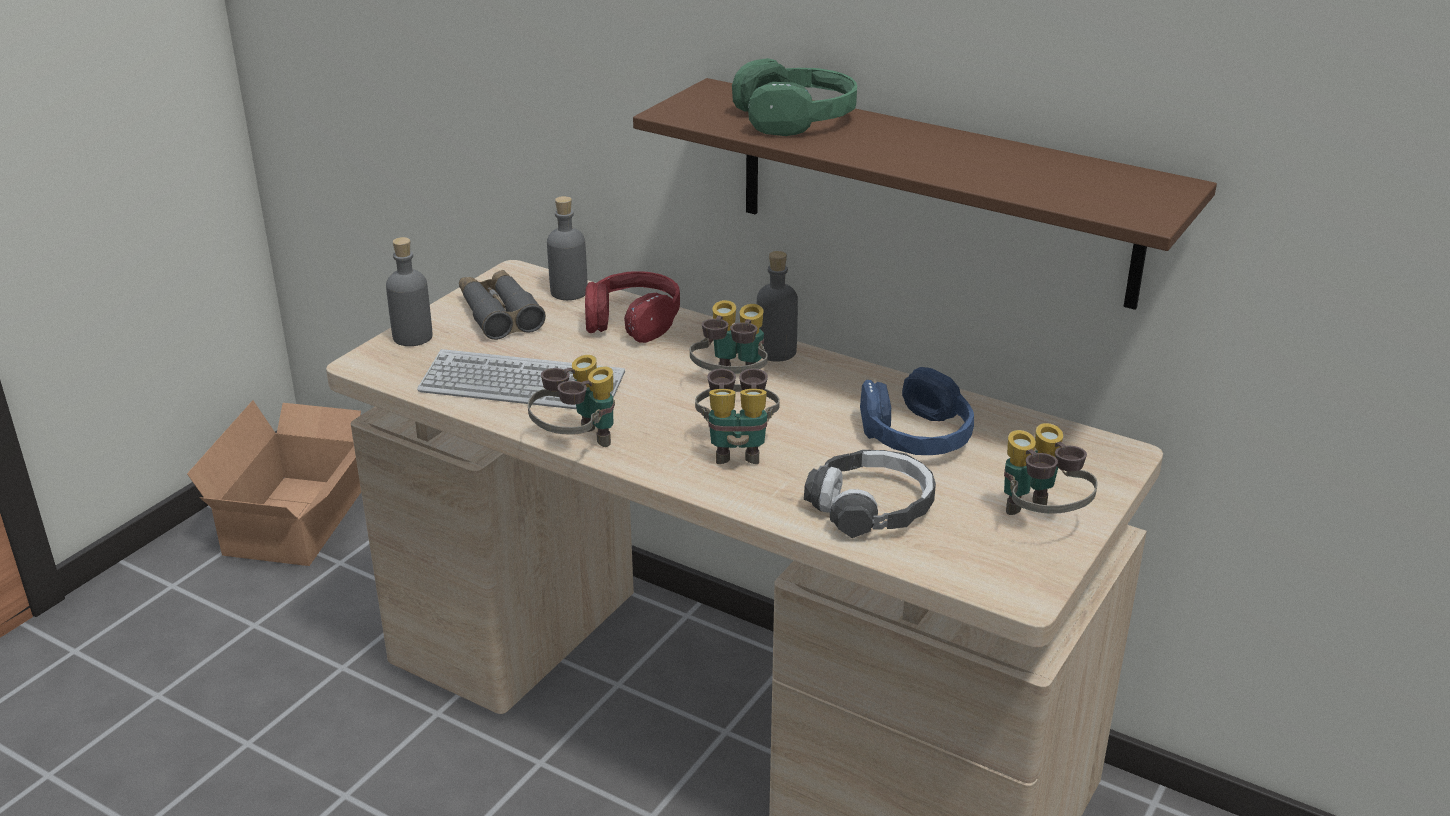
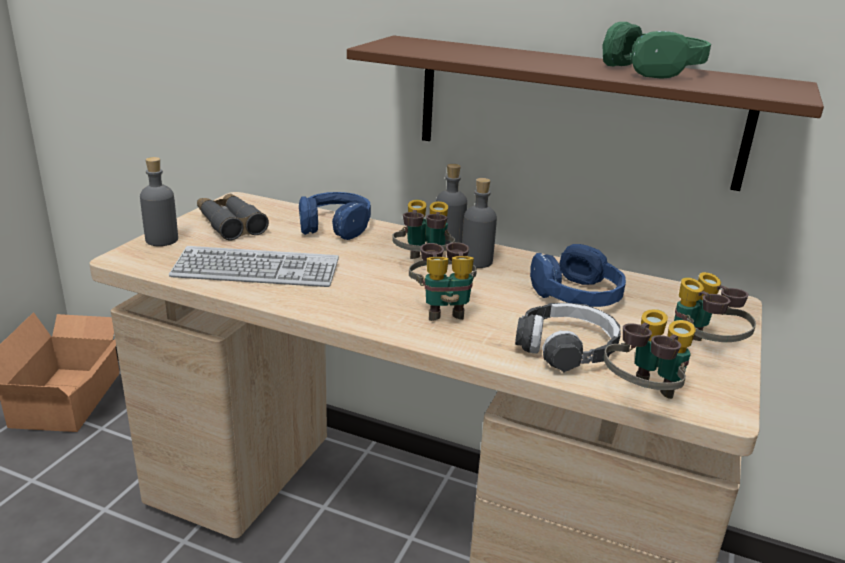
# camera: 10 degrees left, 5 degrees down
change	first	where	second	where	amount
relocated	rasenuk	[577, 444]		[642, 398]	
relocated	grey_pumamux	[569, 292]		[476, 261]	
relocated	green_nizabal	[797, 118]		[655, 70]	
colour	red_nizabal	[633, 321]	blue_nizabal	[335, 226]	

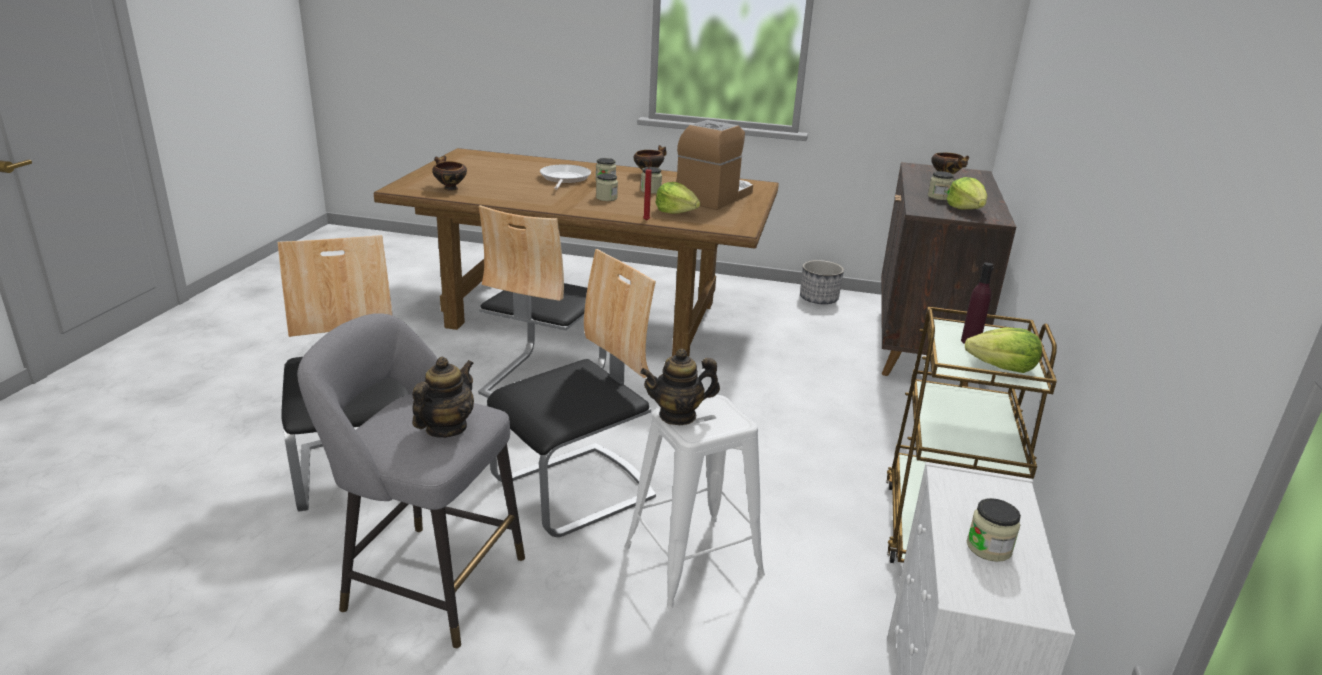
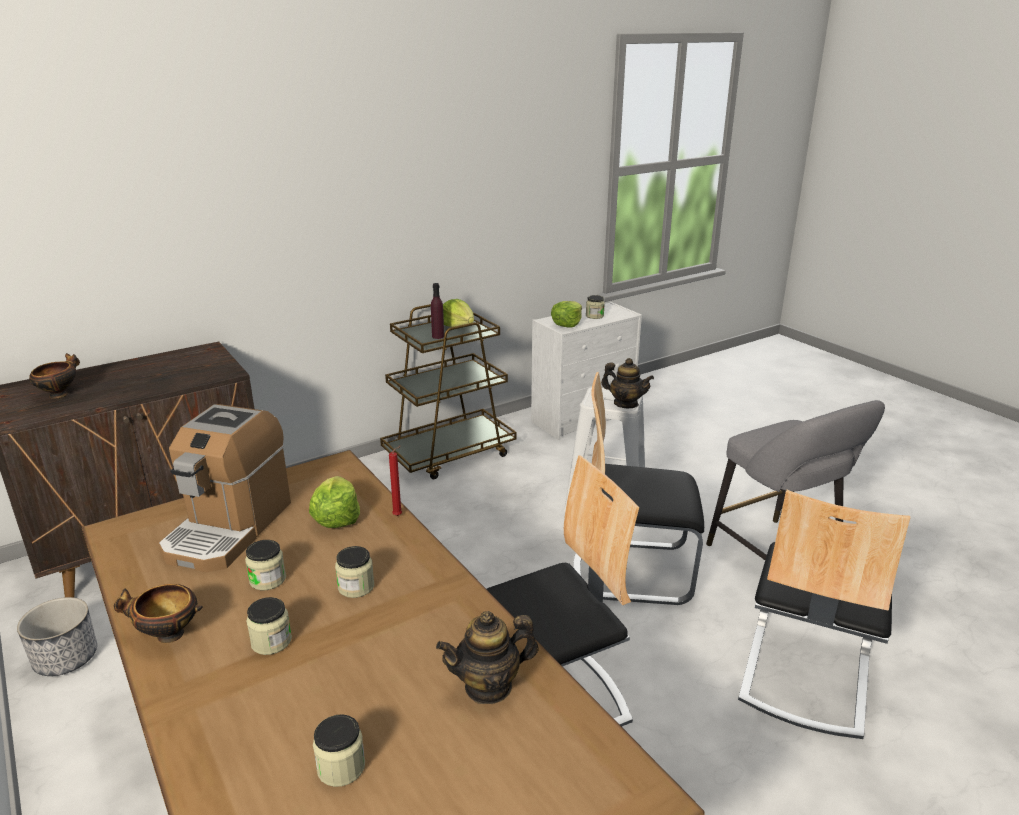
# camera: 135 degrees left, 0 degrees up
change	first	where	second	where	amount
missing	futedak	[449, 188]			
missing	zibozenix	[564, 179]			
relocated	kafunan	[446, 428]		[489, 686]	
relocated	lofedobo	[938, 197]		[341, 767]	
relocated	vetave	[966, 209]		[567, 324]	
spun	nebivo	[714, 196]		[229, 528]	60 degrees counterclockwise

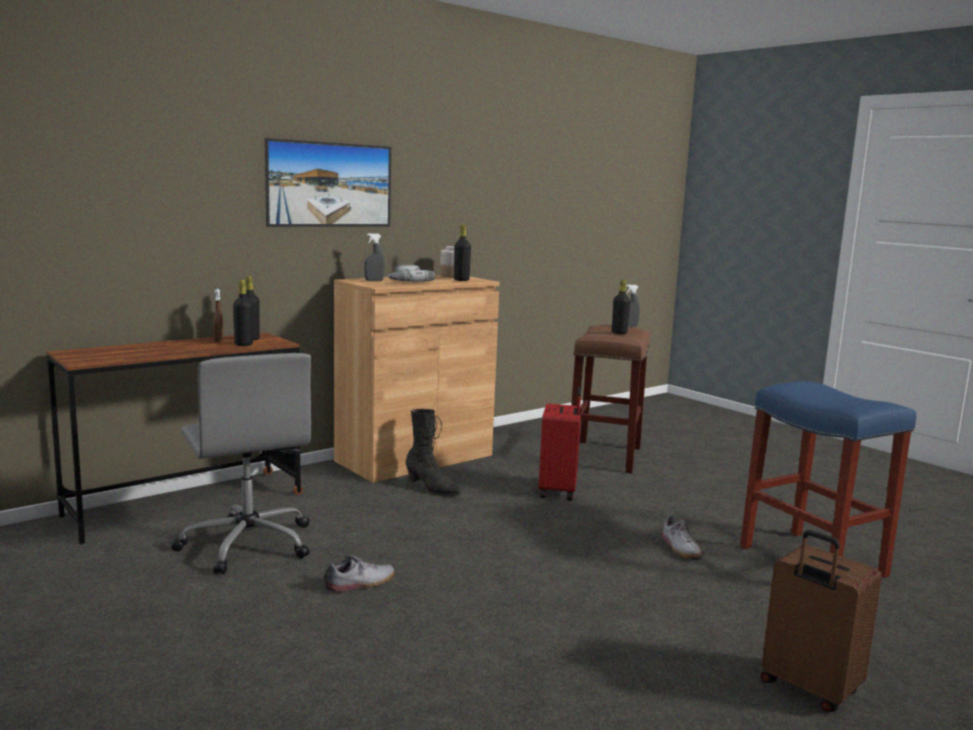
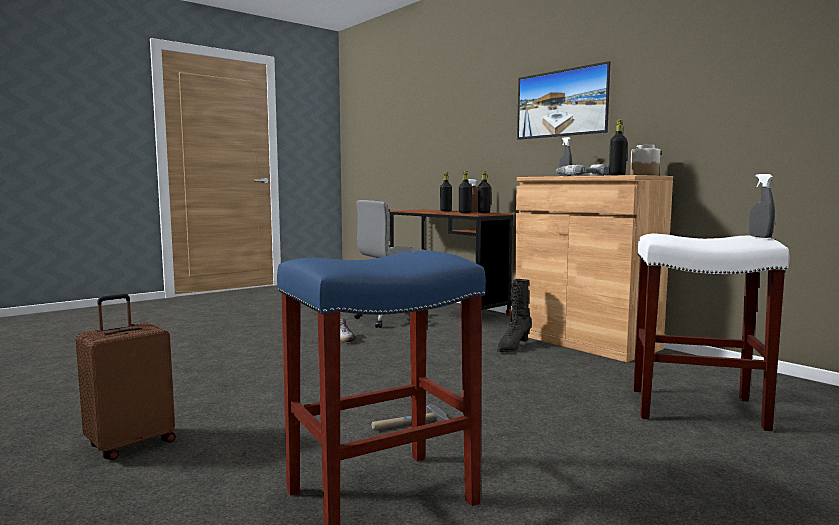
# camera: 90 degrees right, 5 degrees down
change	first	where	second	where	amount
missing	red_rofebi	[559, 491]			
relocated	black_pumamux	[619, 333]		[445, 211]	
exchanged	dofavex	[681, 548]	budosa	[409, 424]	
colour	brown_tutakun	[605, 457]	white_tutakun	[694, 408]	

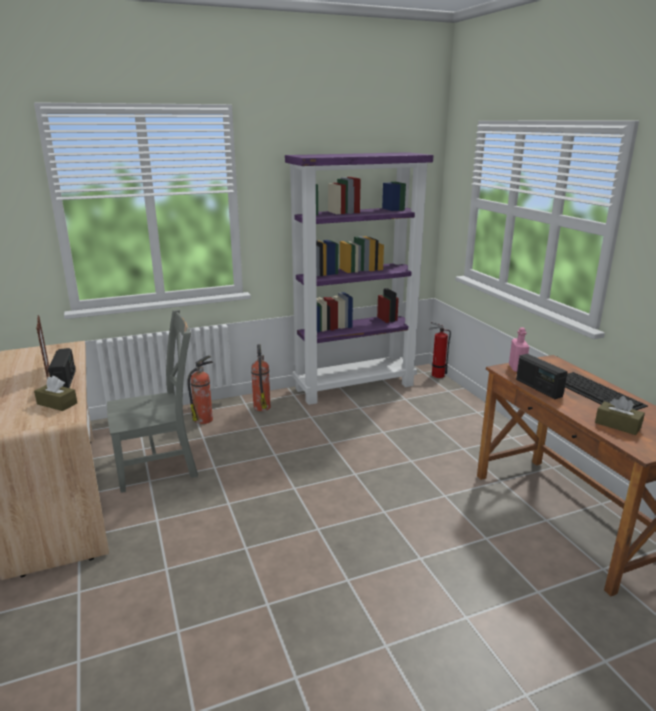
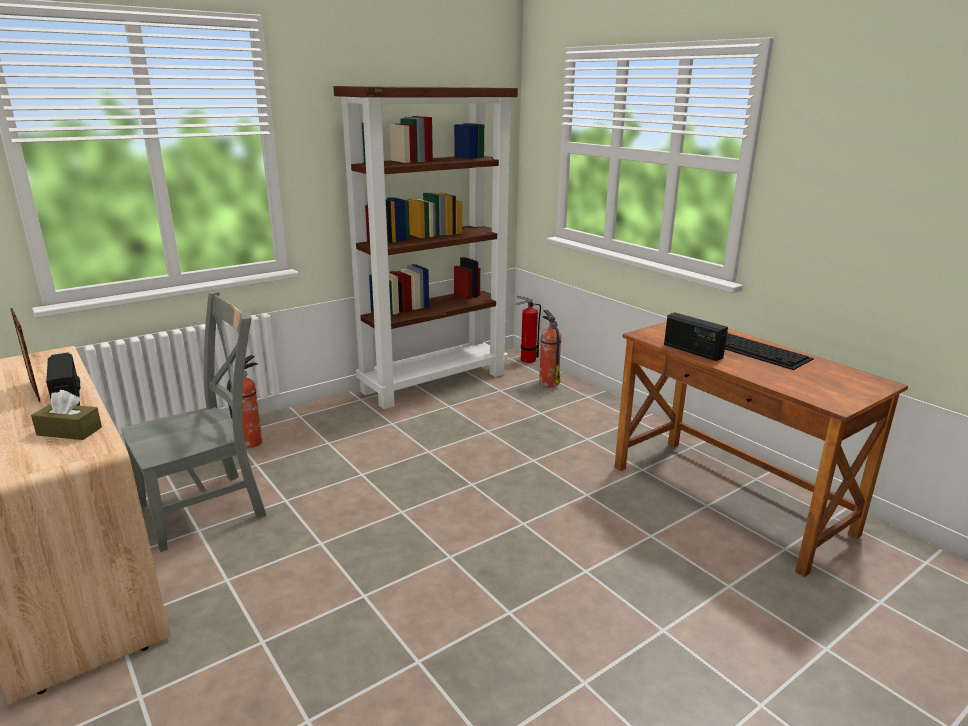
# camera: 15 degrees left, 0 degrees up
change	first	where	second	where	amount
missing	pink_pumamux	[517, 368]			
missing	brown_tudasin	[617, 425]			
relocated	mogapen	[261, 406]		[548, 383]	
colour	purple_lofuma	[355, 386]	brown_lofuma	[434, 382]	

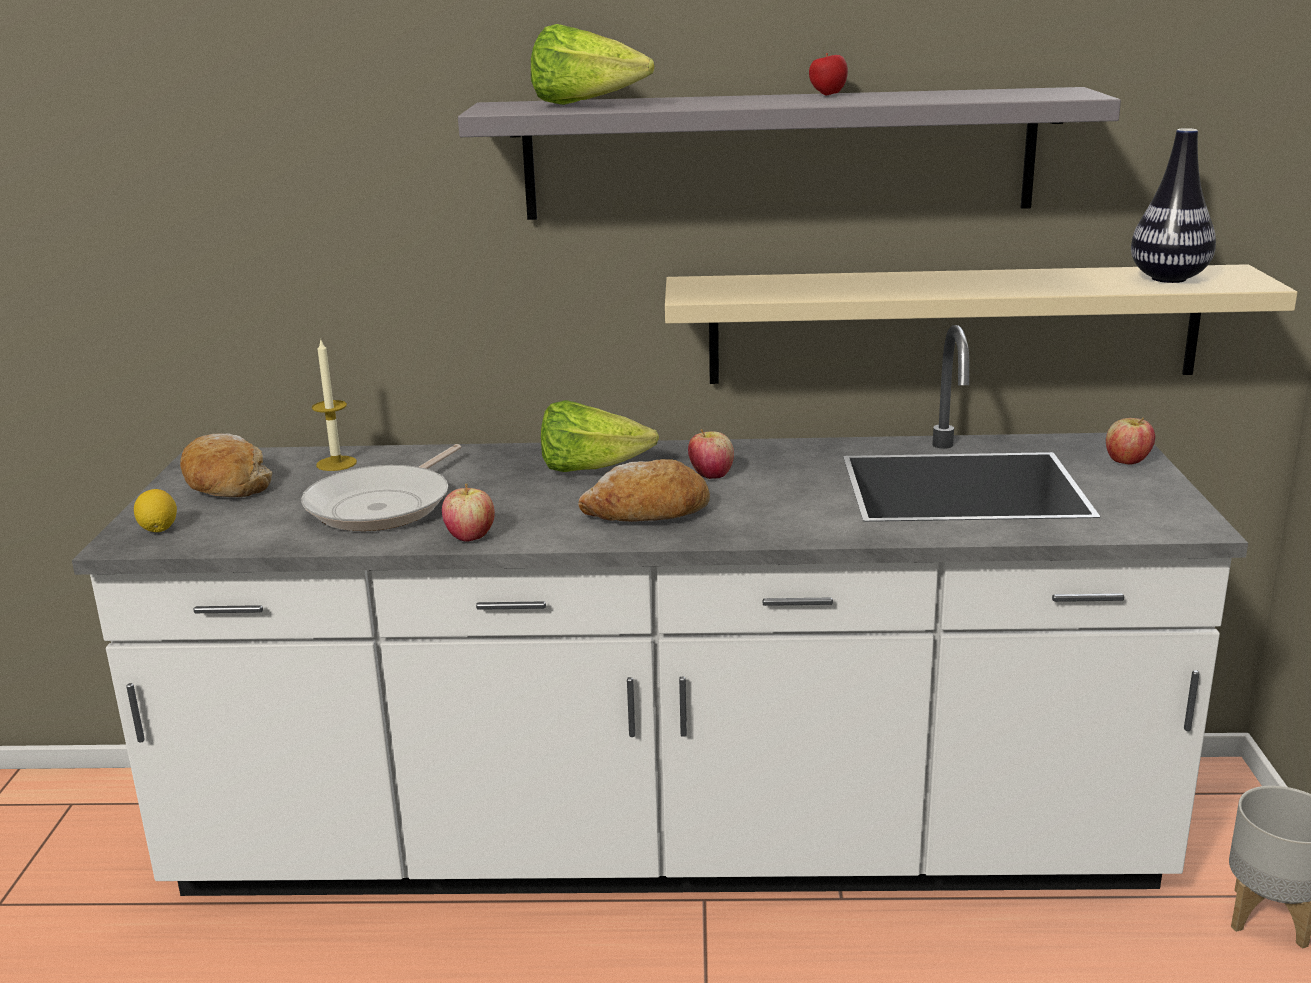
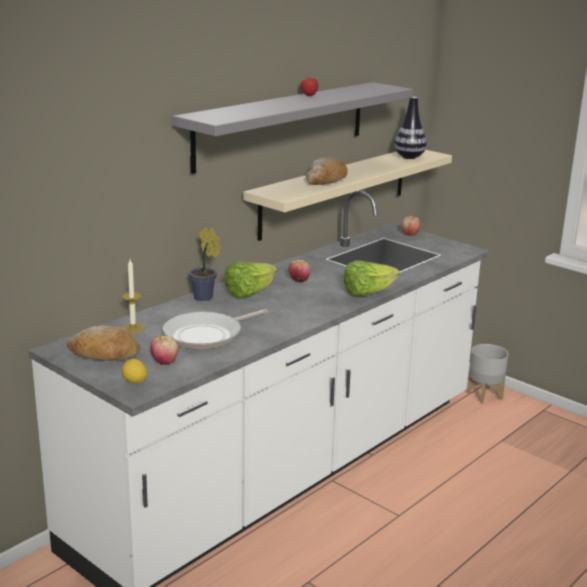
# camera: 50 degrees left, 0 degrees up
change	first	where	second	where	amount
appeared			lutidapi	[205, 298]	
relocated	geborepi	[470, 536]		[164, 361]	
relocated	vetave	[585, 105]		[367, 293]	
relocated	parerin	[647, 513]		[325, 181]	
spun	zibozenix	[384, 505]		[207, 335]	75 degrees clockwise

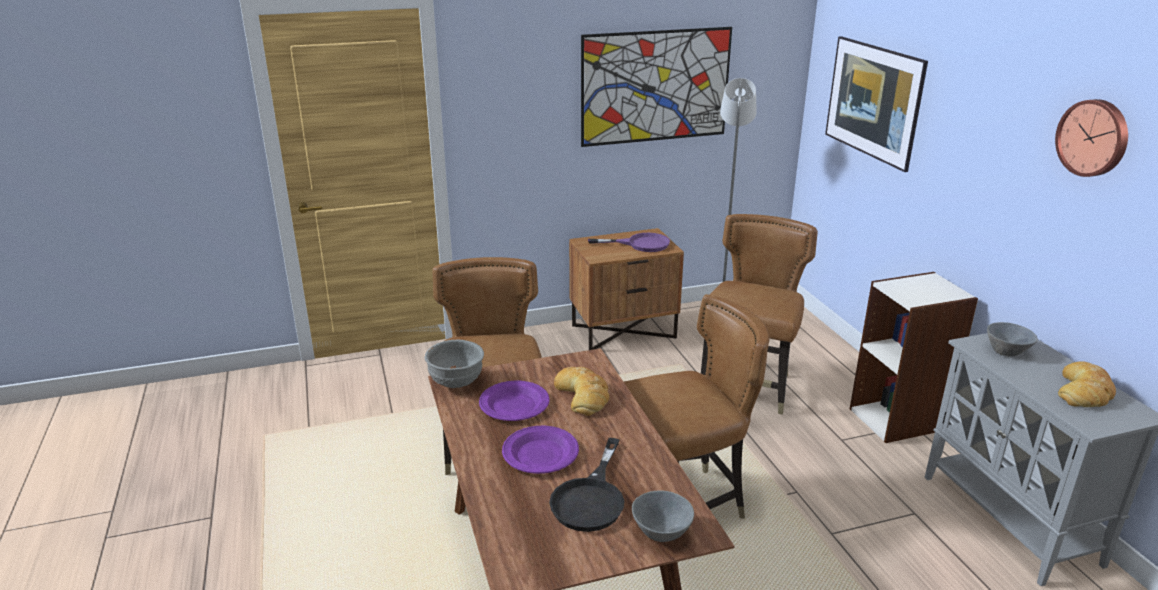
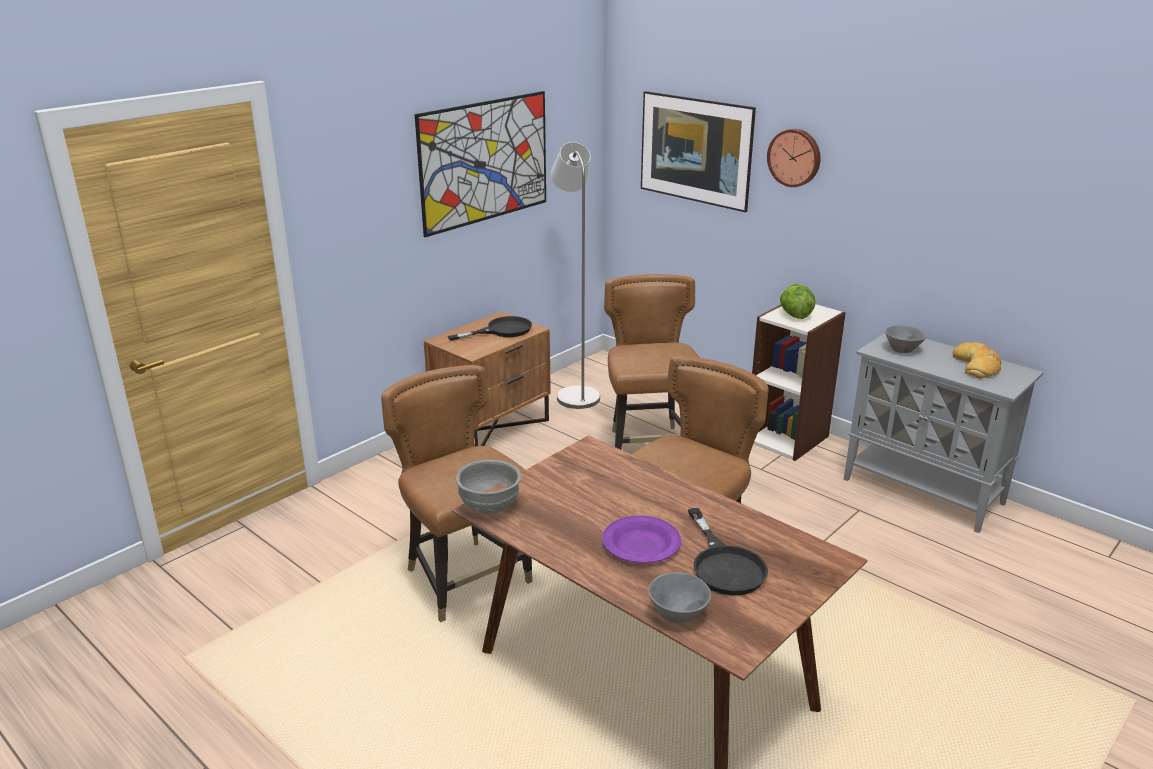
# camera: 30 degrees left, 0 degrees up
change	first	where	second	where	amount
missing	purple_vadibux	[515, 405]			
missing	parerin	[583, 395]			
appeared			vetave	[794, 315]	
relocated	grey_futedak	[661, 534]		[678, 615]	
relocated	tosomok	[1094, 138]		[795, 157]	
colour	purple_zibozenix	[640, 244]	black_zibozenix	[501, 330]	

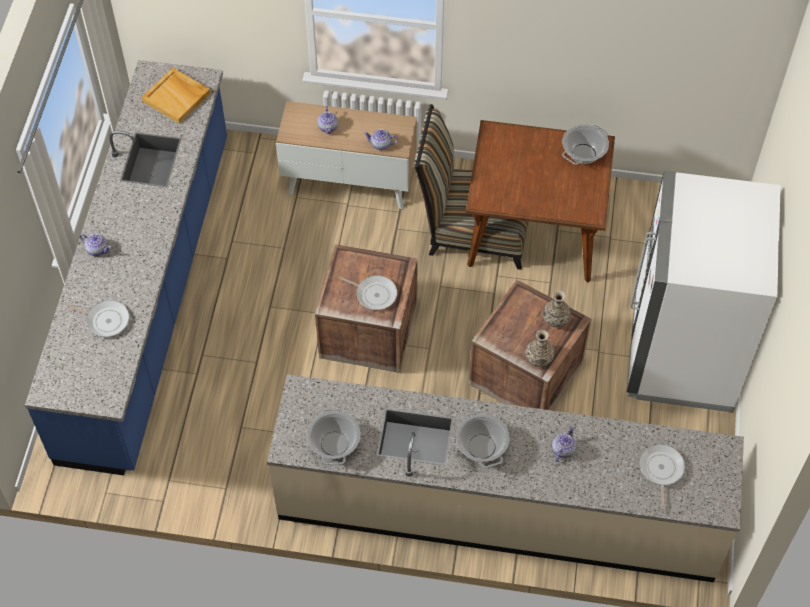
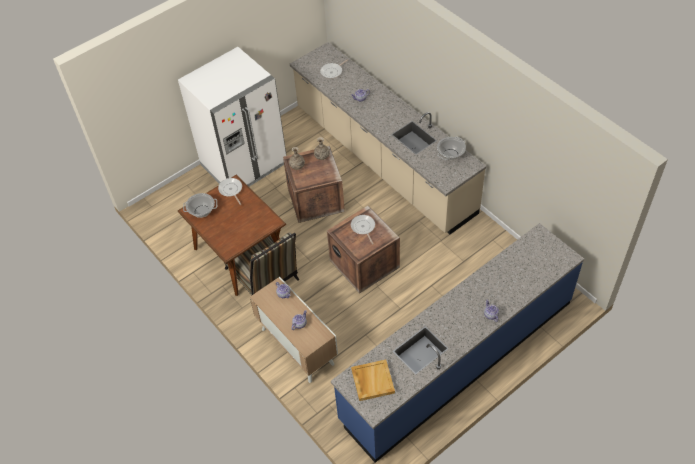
# camera: 135 degrees left, 5 degrees down
change	first	where	second	where	amount
missing	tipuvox	[482, 447]			
relocated	zibozenix	[105, 320]		[231, 190]	

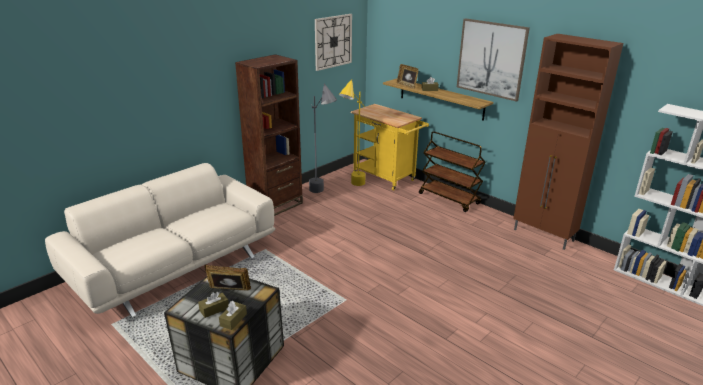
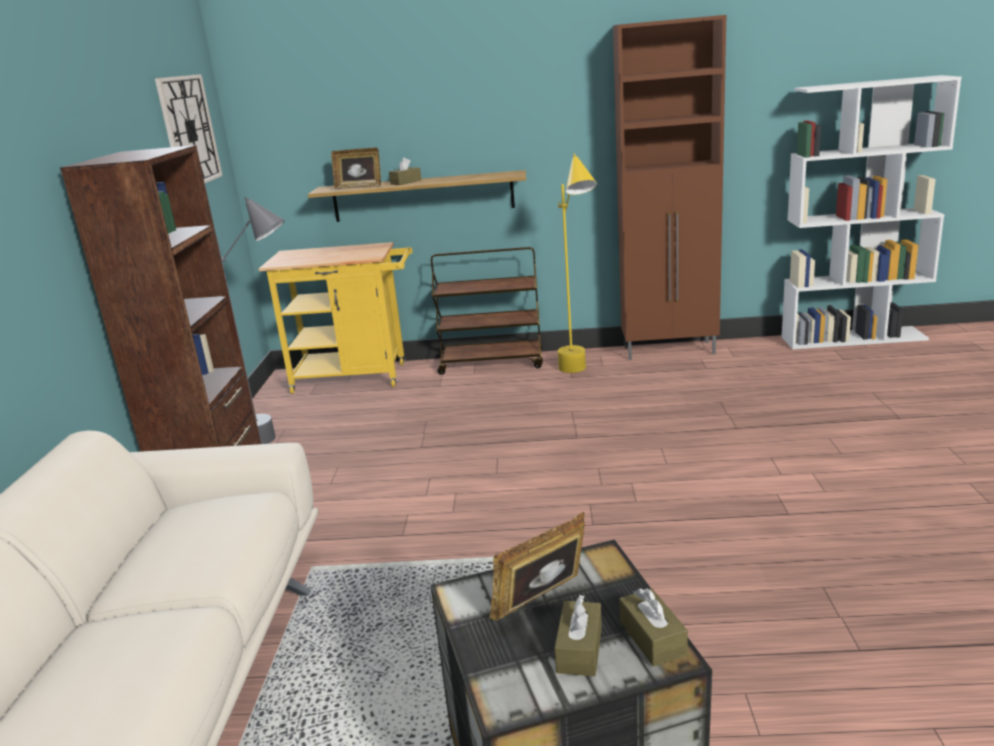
# camera: 40 degrees left, 5 degrees down
change	first	where	second	where	amount
missing	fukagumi	[491, 59]			
relocated	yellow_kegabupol	[352, 187]		[580, 375]	

